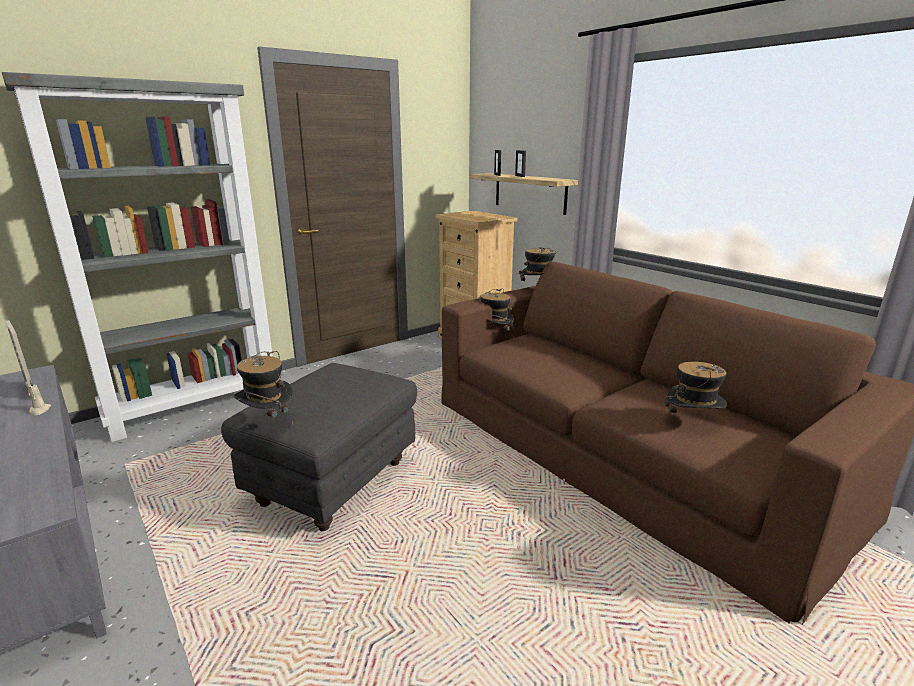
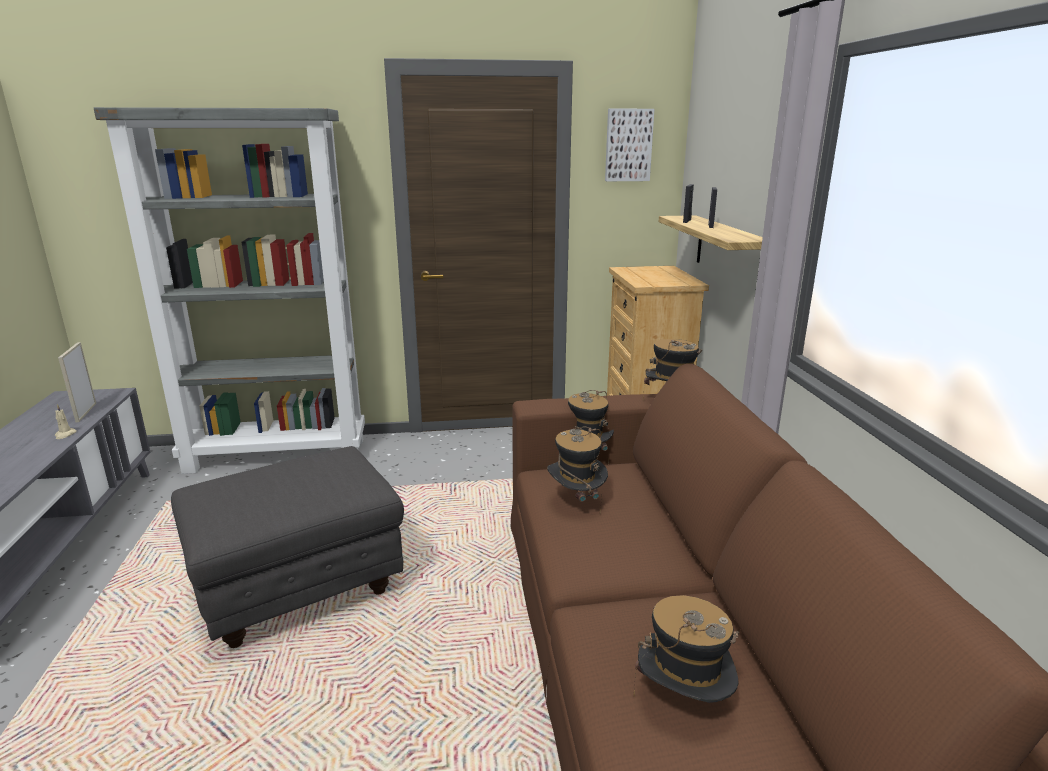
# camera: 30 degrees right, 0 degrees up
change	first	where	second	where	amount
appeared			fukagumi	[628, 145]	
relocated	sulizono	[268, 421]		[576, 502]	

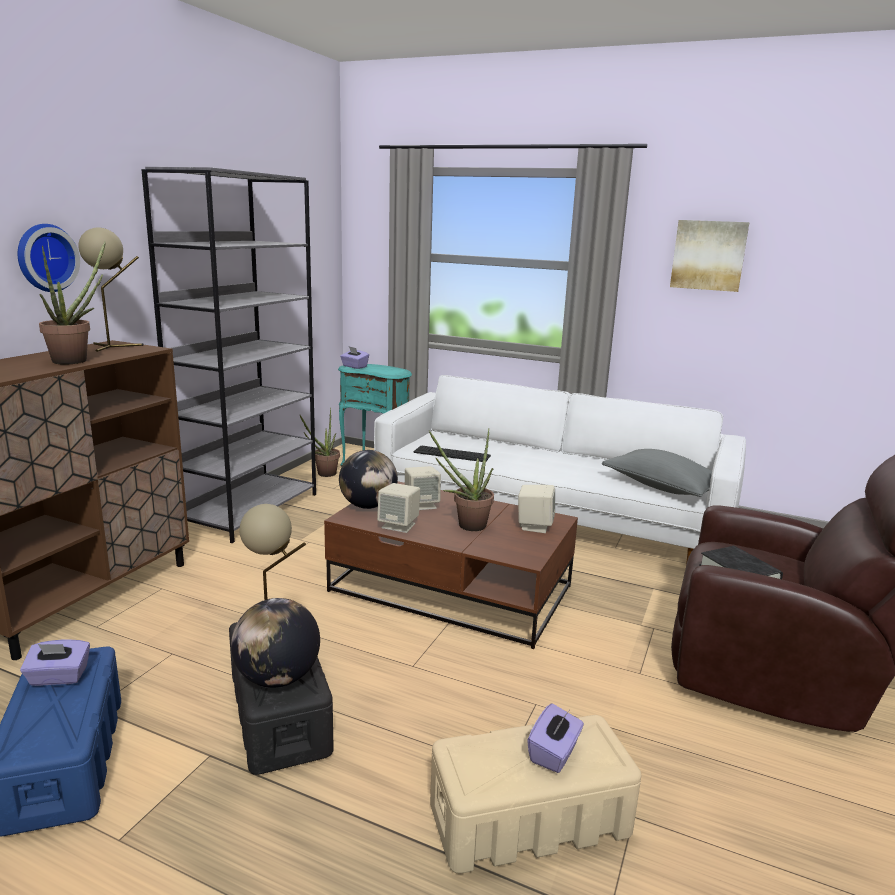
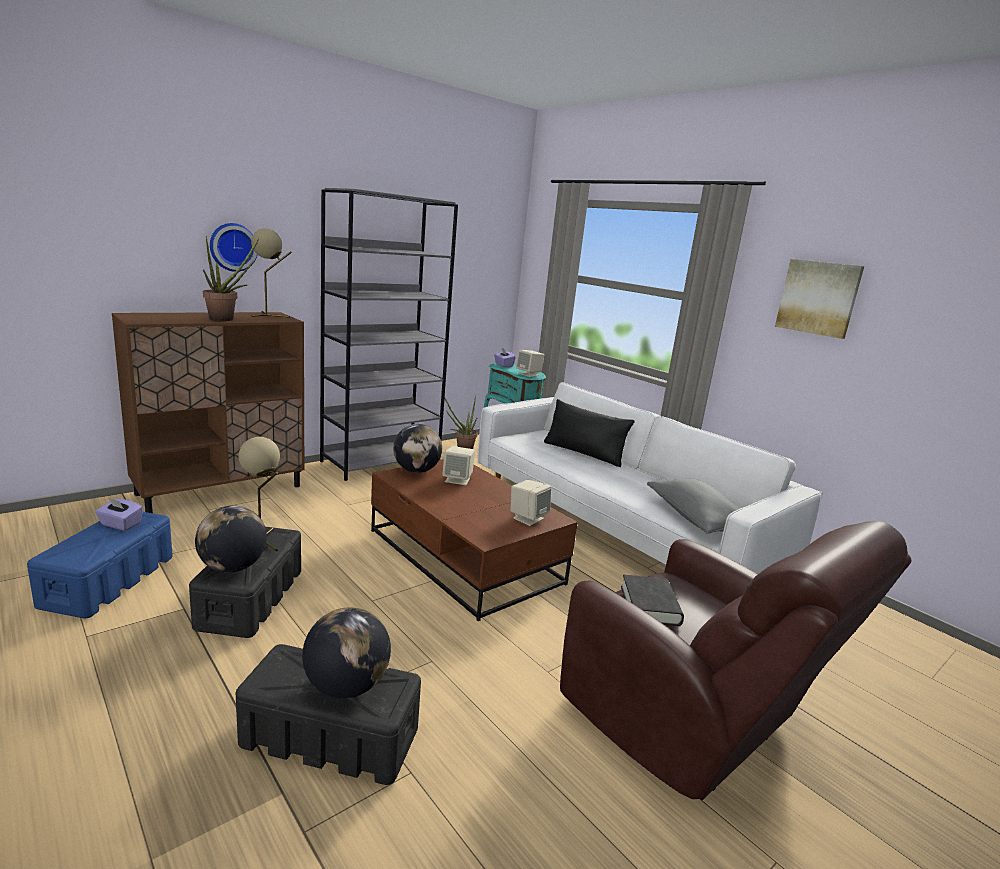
# camera: 25 degrees right, 0 degrees up
change	first	where	second	where	amount
missing	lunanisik	[452, 454]			
missing	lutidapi	[466, 526]			
appeared			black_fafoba	[583, 453]	
relocated	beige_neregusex	[399, 525]		[529, 374]	
exchanged	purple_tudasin	[554, 753]	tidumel	[346, 686]	
colour	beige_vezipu	[528, 820]	black_vezipu	[329, 737]	

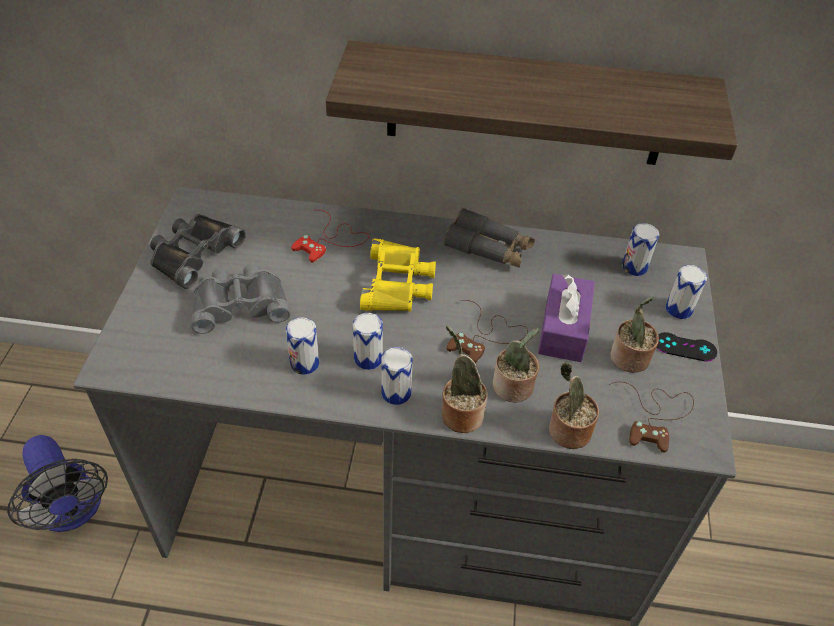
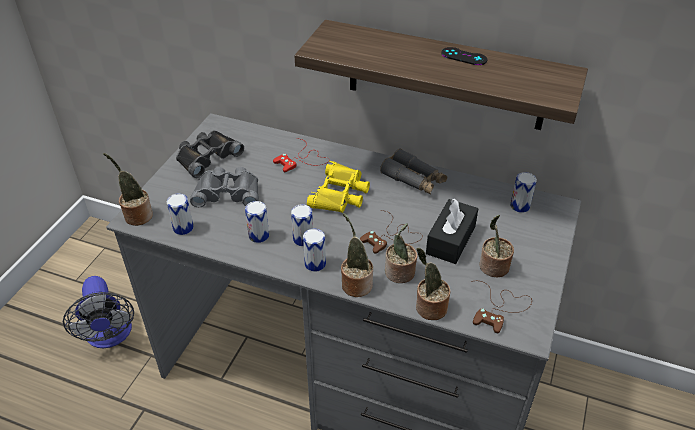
# camera: 15 degrees right, 5 degrees down
change	first	where	second	where	amount
appeared			lutidapi	[136, 215]	
relocated	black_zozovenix	[685, 347]		[464, 56]	
relocated	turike	[678, 309]		[183, 228]	
colour	purple_tudasin	[563, 328]	black_tudasin	[450, 240]	

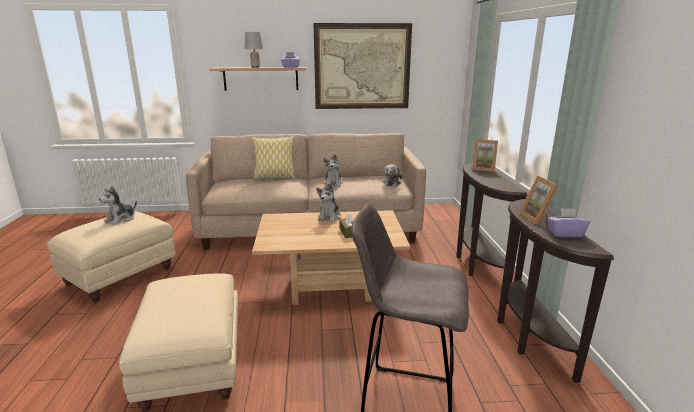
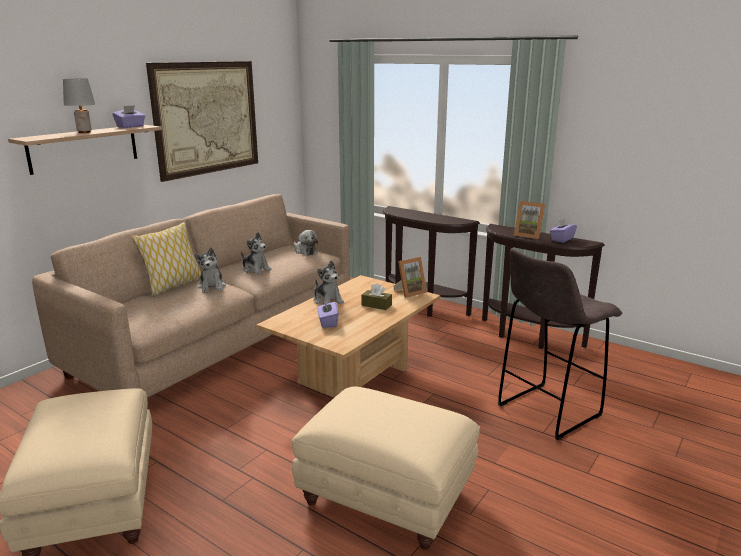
# camera: 50 degrees left, 0 degrees up
change	first	where	second	where	amount
appeared			purple_tudasin	[328, 322]	
relocated	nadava	[121, 219]		[212, 287]	
relocated	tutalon	[483, 168]		[410, 292]	

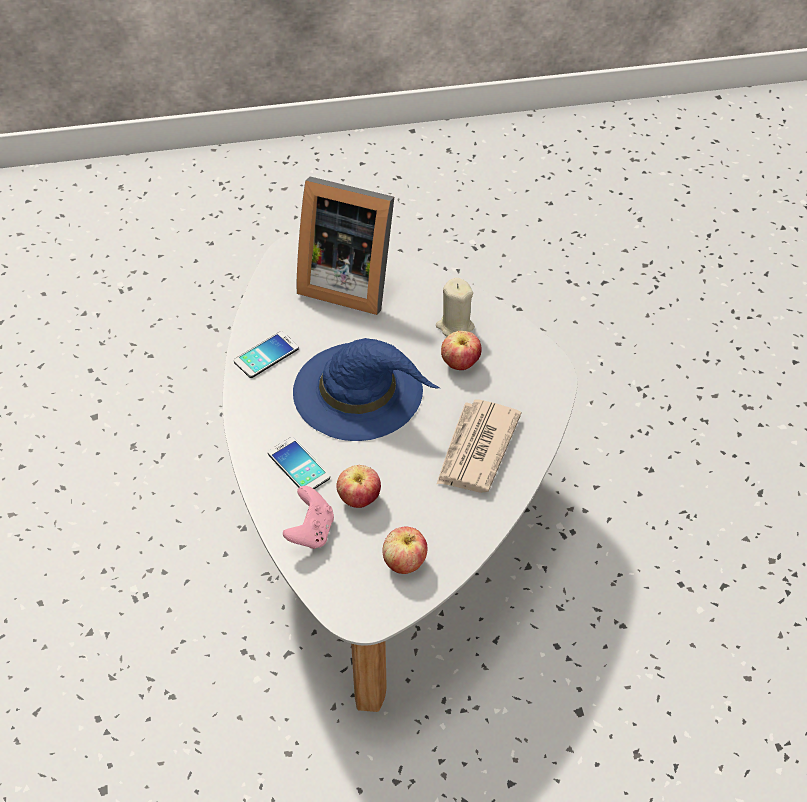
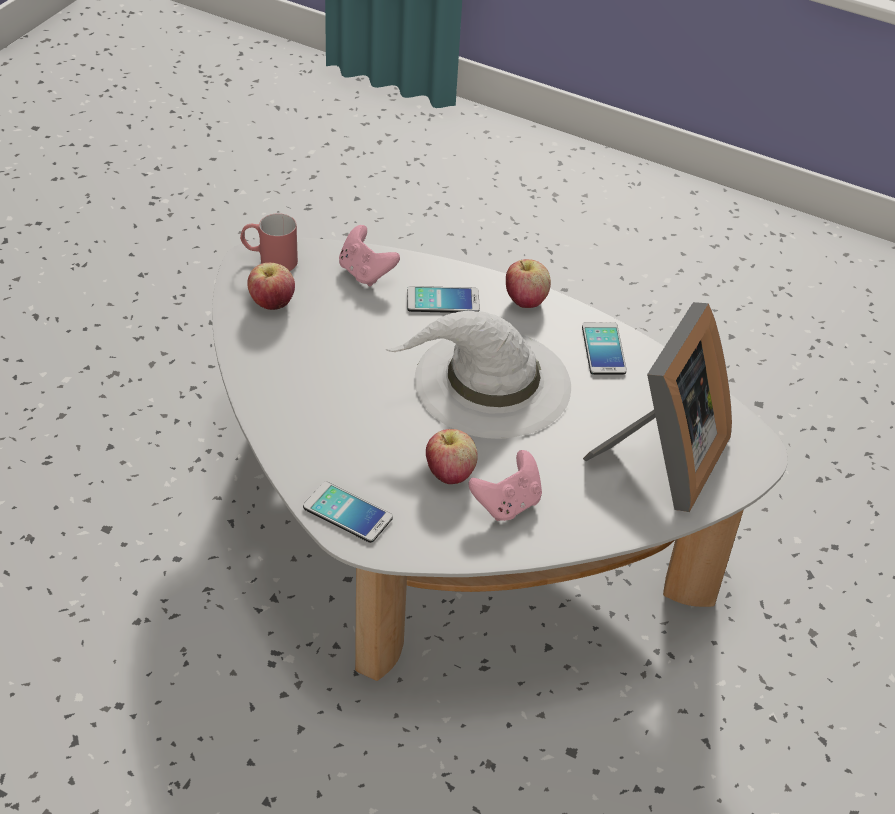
# camera: 125 degrees right, 5 degrees down
change	first	where	second	where	amount
missing	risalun	[476, 449]			
appeared			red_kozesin	[269, 260]	
appeared			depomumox	[347, 513]	
relocated	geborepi	[359, 499]		[525, 301]	
exchanged	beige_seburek	[455, 326]	pink_zozovenix	[507, 504]	
colour	blue_sulizono	[360, 391]	white_sulizono	[490, 383]	
spun	tutalon	[346, 281]		[661, 461]	150 degrees clockwise

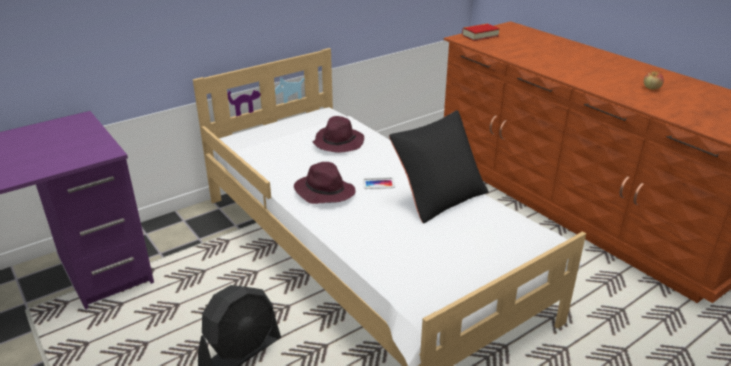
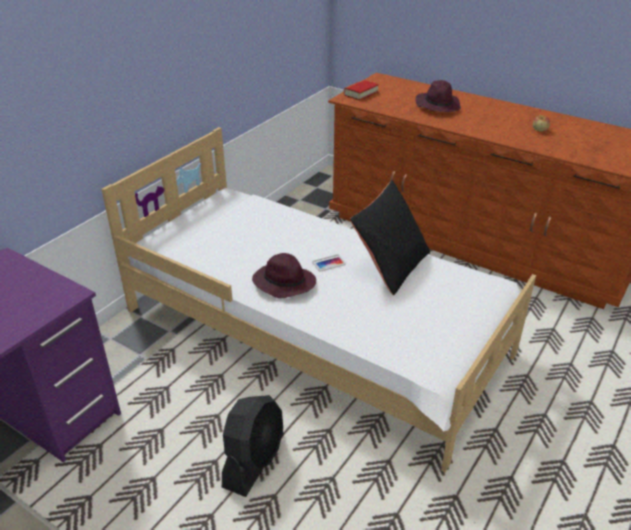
# camera: 20 degrees left, 5 degrees up
change	first	where	second	where	amount
relocated	purple_sulizono	[338, 142]		[437, 105]	

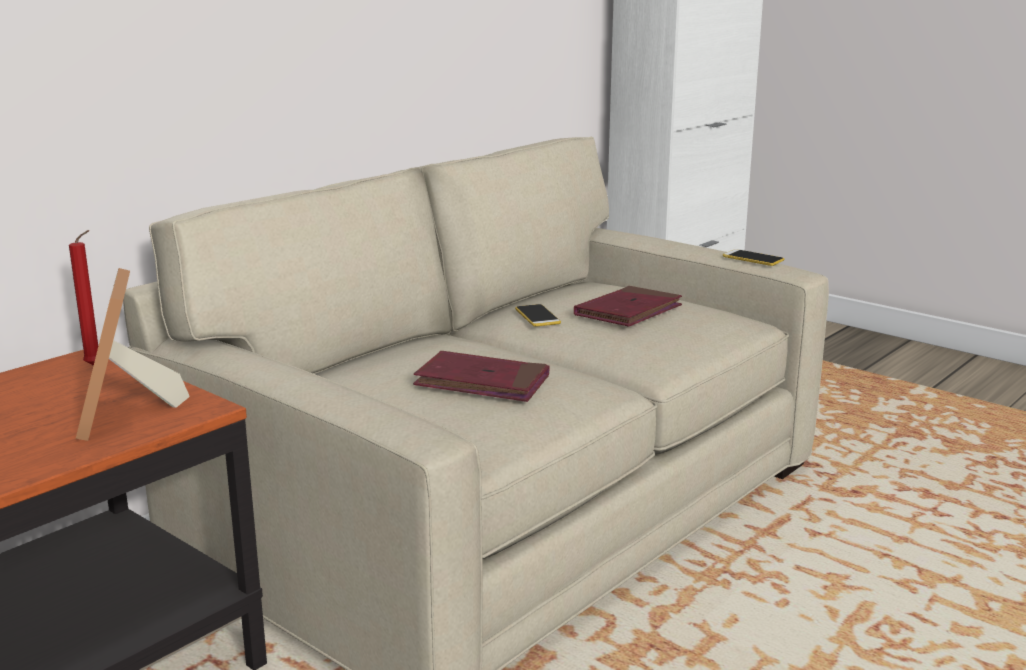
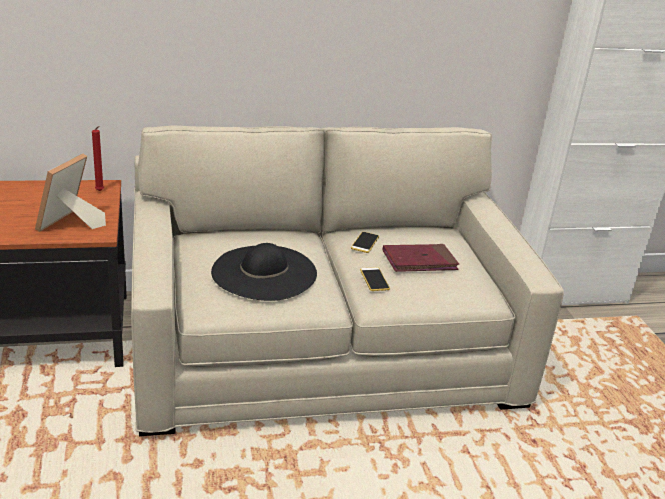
# camera: 35 degrees right, 10 degrees up
change	first	where	second	where	amount
relocated	depomumox	[753, 258]		[374, 279]	
exchanged	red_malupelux	[482, 382]	black_sulizono	[264, 272]	

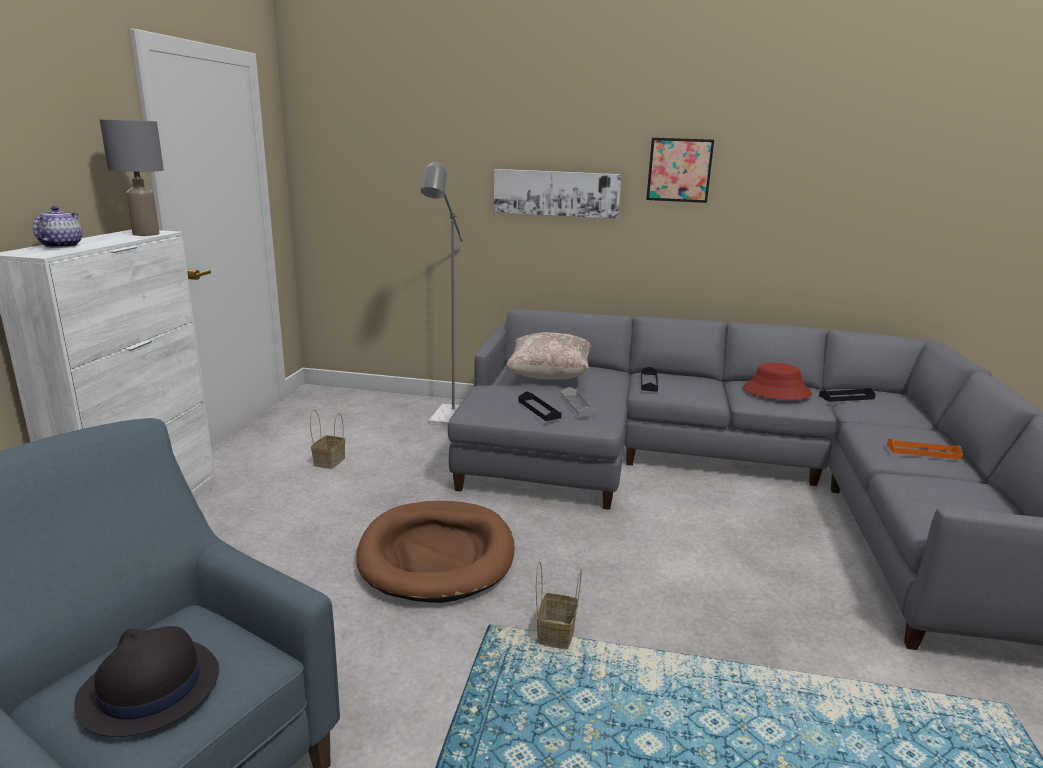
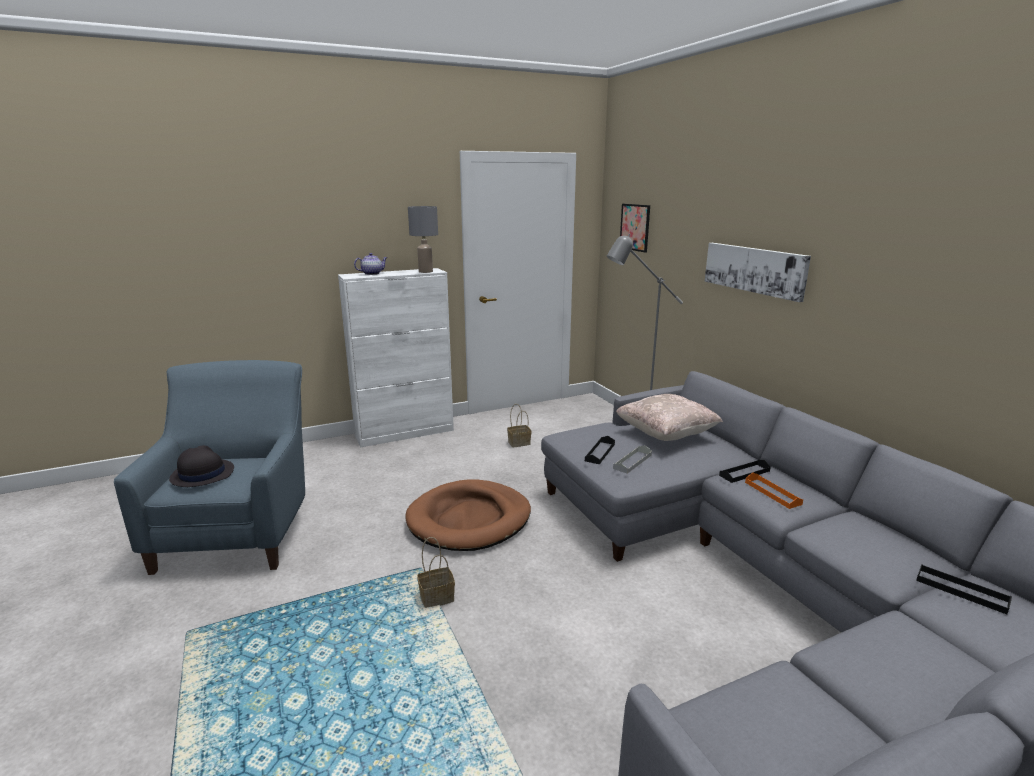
# camera: 55 degrees right, 0 degrees up
change	first	where	second	where	amount
missing	red_sulizono	[776, 392]			
relocated	fukagumi	[679, 170]		[635, 227]	
relocated	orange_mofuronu	[923, 452]		[772, 493]	

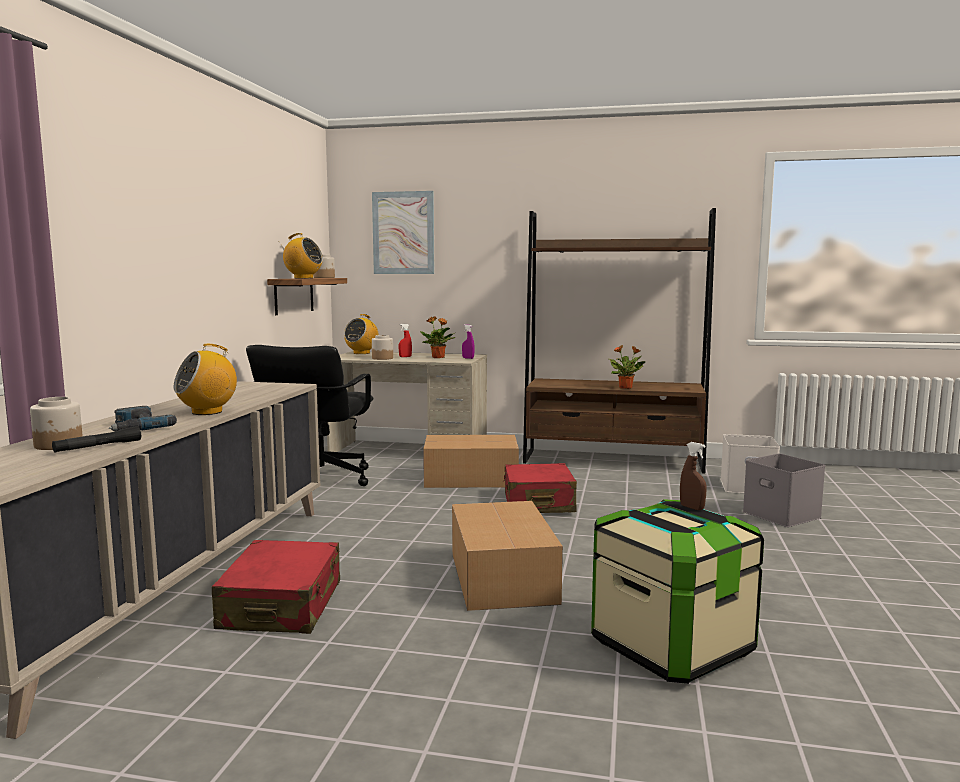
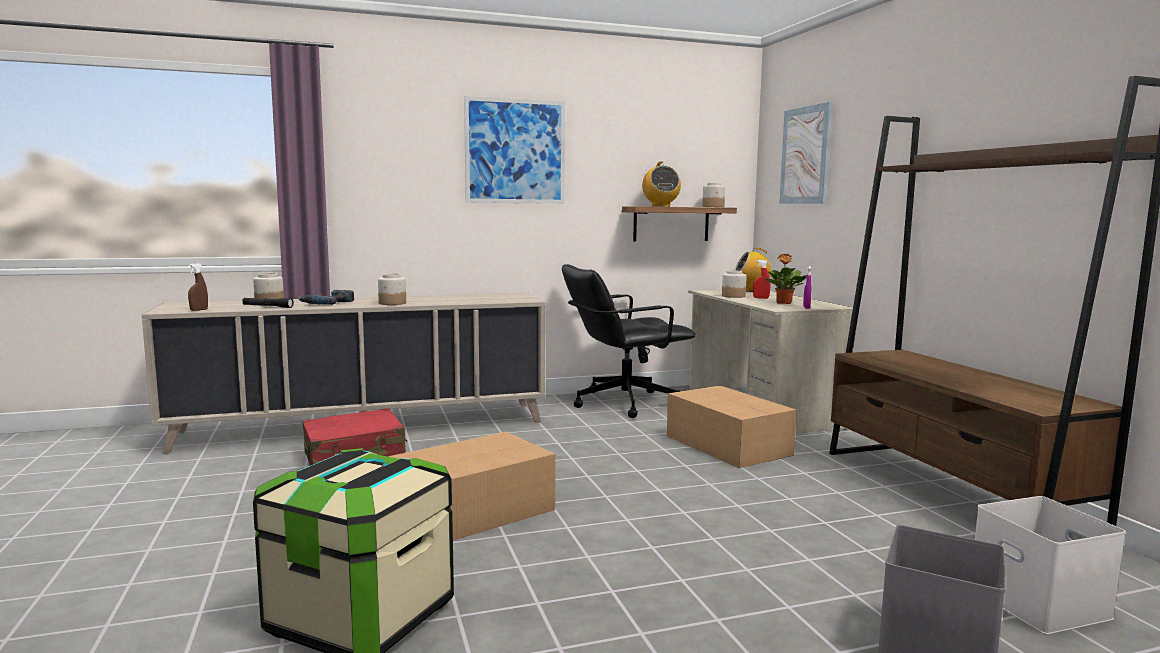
# camera: 60 degrees right, 0 degrees up
change	first	where	second	where	amount
missing	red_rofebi	[538, 503]			
missing	lutidapi	[626, 388]			
appeared			fukagumi	[515, 151]	
relocated	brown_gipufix	[692, 507]		[199, 310]	
exchanged	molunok	[207, 412]	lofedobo	[392, 303]	

